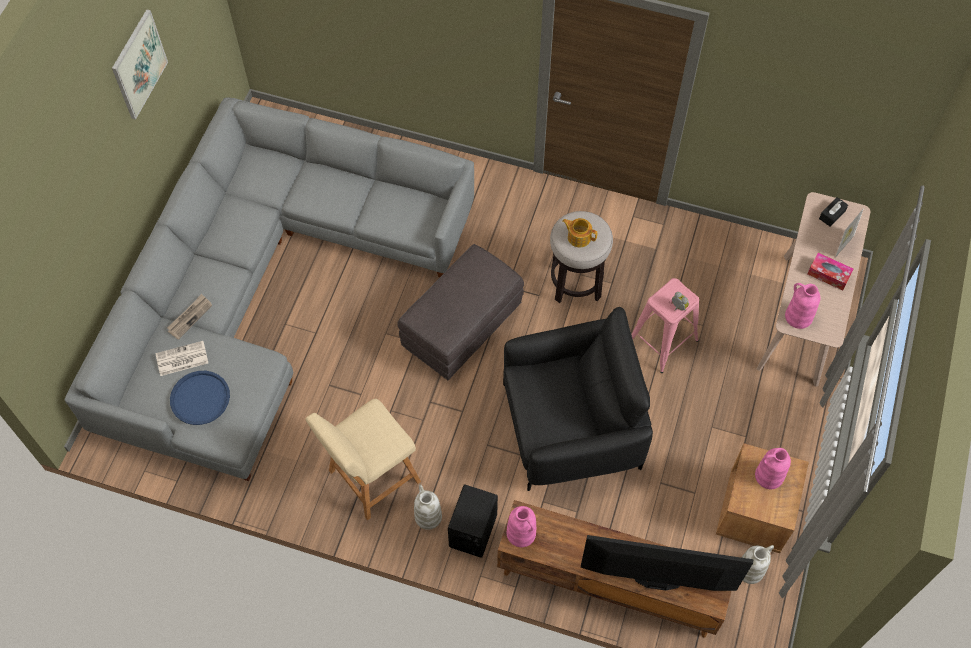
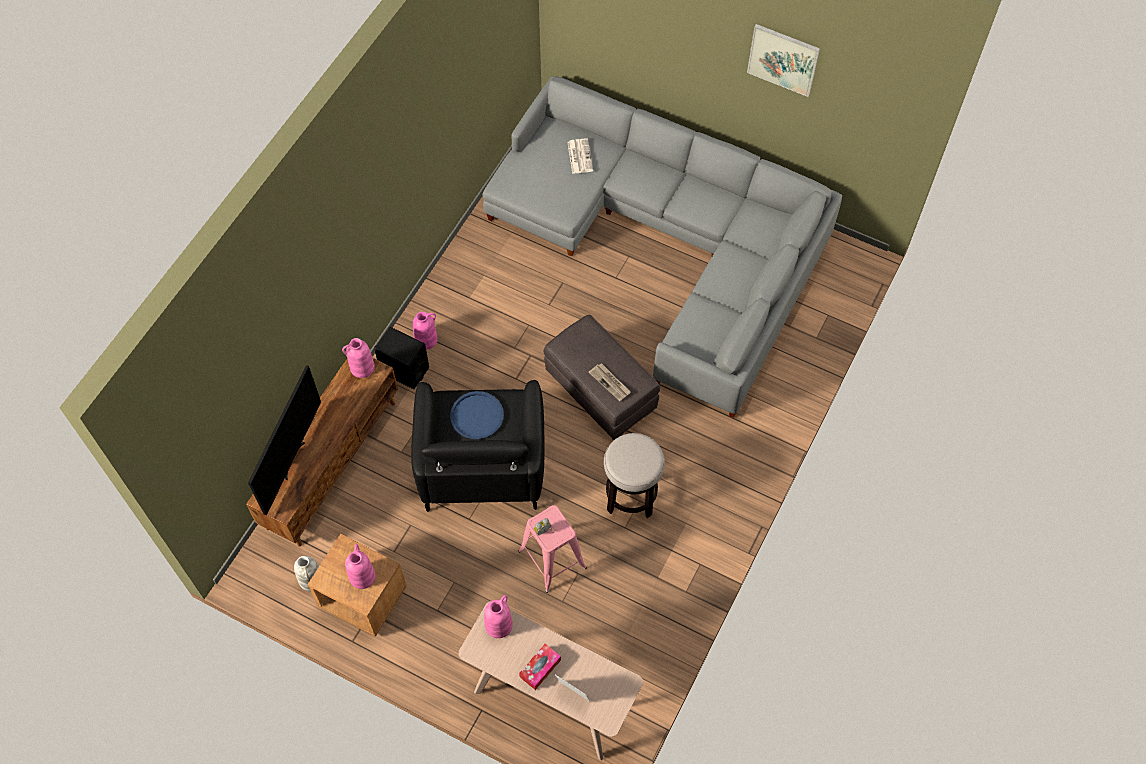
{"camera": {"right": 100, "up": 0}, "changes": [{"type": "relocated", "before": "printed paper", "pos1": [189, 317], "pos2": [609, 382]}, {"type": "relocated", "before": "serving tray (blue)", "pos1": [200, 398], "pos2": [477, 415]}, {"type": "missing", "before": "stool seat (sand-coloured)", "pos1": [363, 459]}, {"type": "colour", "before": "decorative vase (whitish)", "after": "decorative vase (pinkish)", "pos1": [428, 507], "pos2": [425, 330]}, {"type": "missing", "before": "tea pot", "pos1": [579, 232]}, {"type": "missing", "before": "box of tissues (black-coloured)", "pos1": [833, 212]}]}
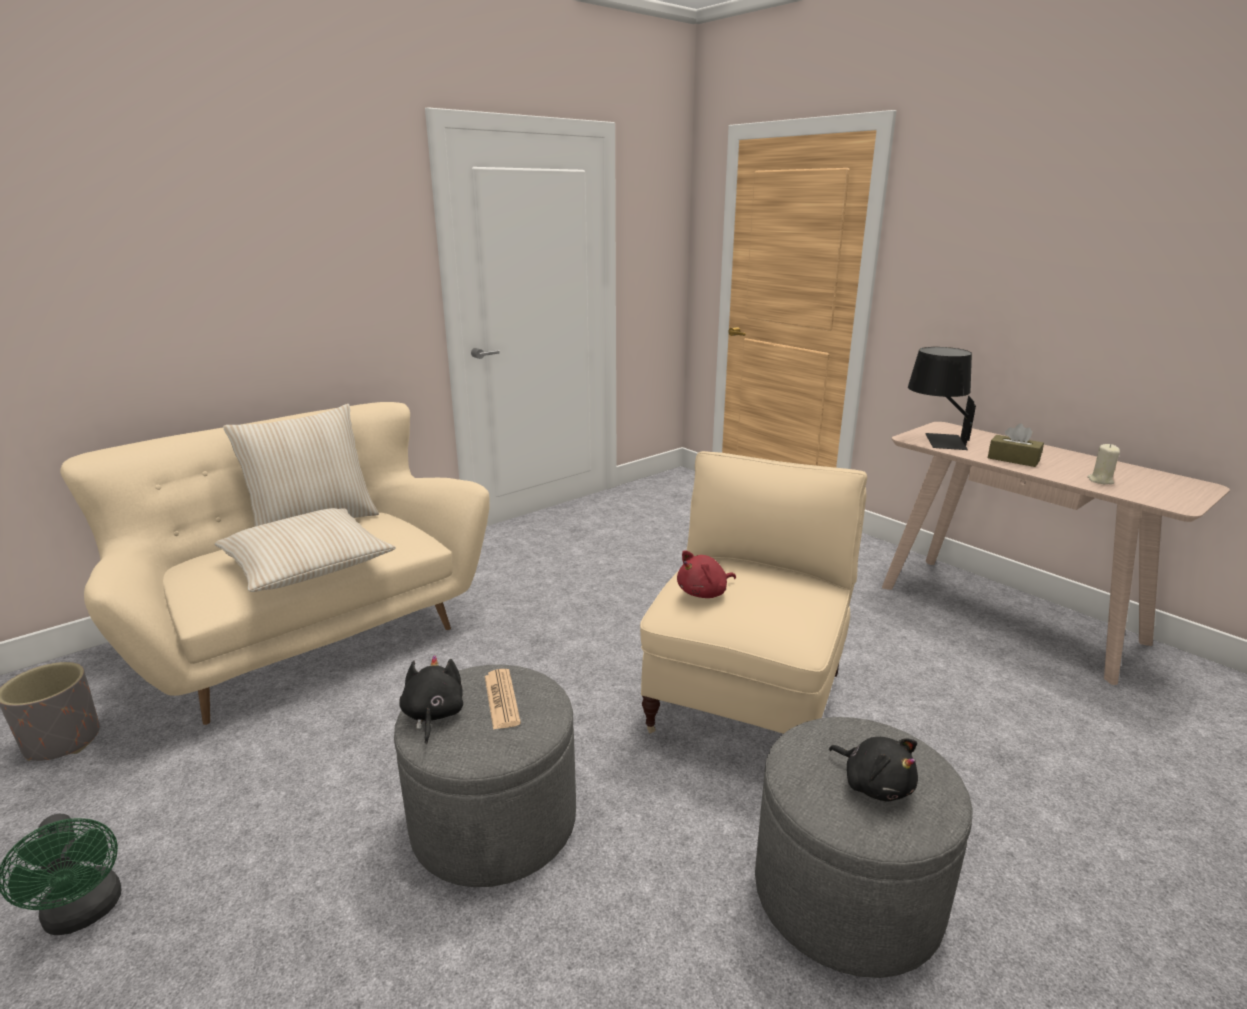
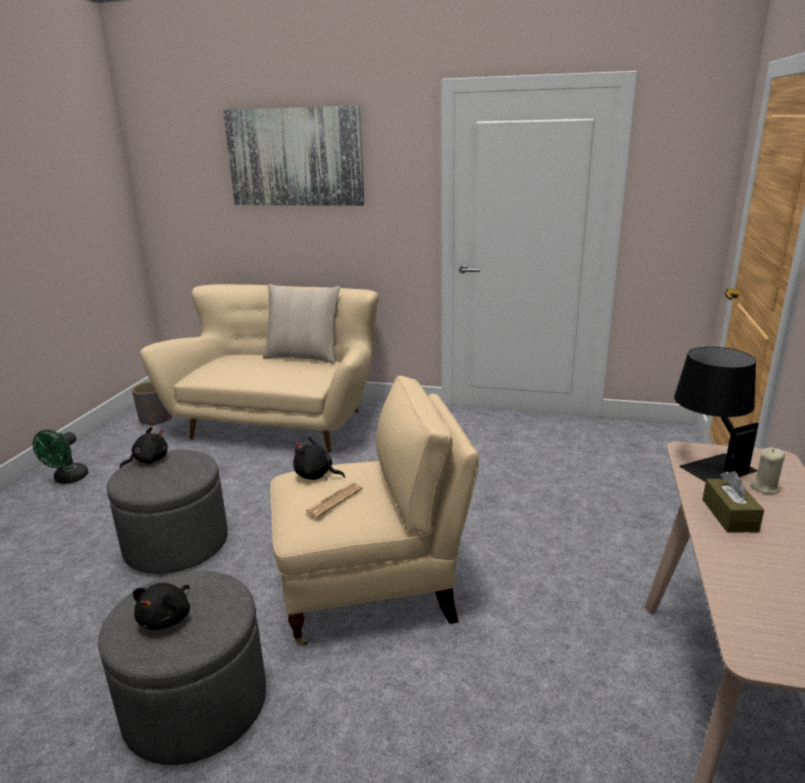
{"camera": {"right": 55, "up": 0}, "changes": [{"type": "missing", "before": "pillow (sand-coloured)", "pos1": [305, 550]}, {"type": "relocated", "before": "printed paper", "pos1": [503, 699], "pos2": [334, 500]}, {"type": "colour", "before": "soft toy (reddish)", "after": "soft toy (black-coloured)", "pos1": [706, 574], "pos2": [319, 458]}, {"type": "relocated", "before": "candle (sand-coloured)", "pos1": [1103, 464], "pos2": [767, 470]}, {"type": "appeared", "after": "wall picture", "pos2": [293, 156]}]}
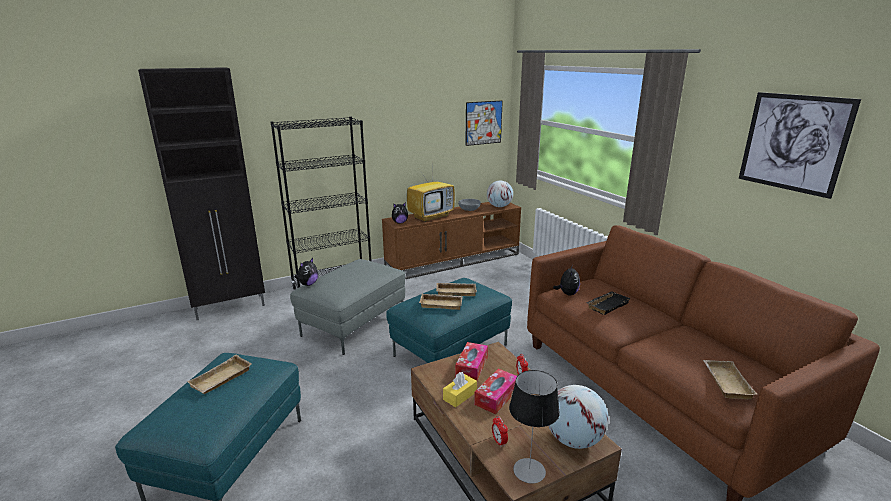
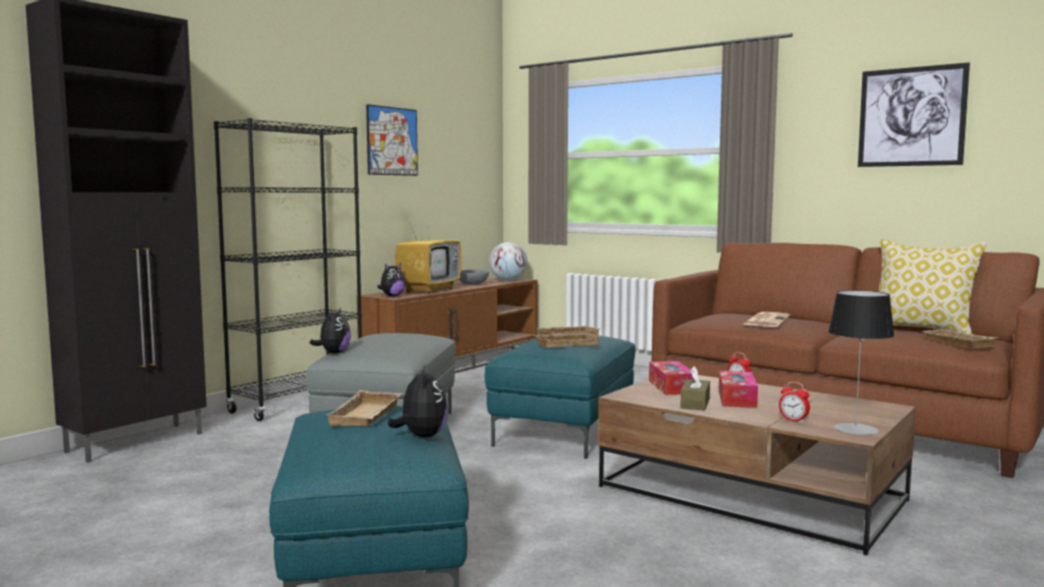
{"camera": {"right": -25, "up": -15}, "changes": [{"type": "colour", "before": "box of tissues (yellow-coloured)", "after": "box of tissues (brown-coloured)", "pos1": [460, 389], "pos2": [695, 388]}, {"type": "relocated", "before": "wall picture", "pos1": [484, 123], "pos2": [392, 140]}, {"type": "missing", "before": "world globe", "pos1": [579, 417]}, {"type": "relocated", "before": "soft toy", "pos1": [566, 279], "pos2": [418, 401]}, {"type": "exchanged", "before": "serving tray (black-coloured)", "after": "printed paper", "pos1": [609, 303], "pos2": [766, 319]}, {"type": "appeared", "after": "pillow", "pos2": [932, 286]}]}
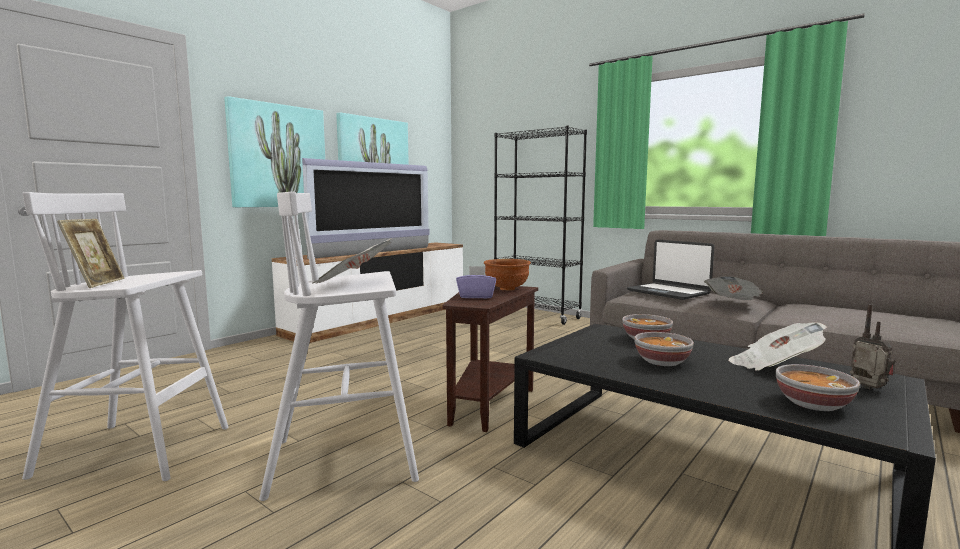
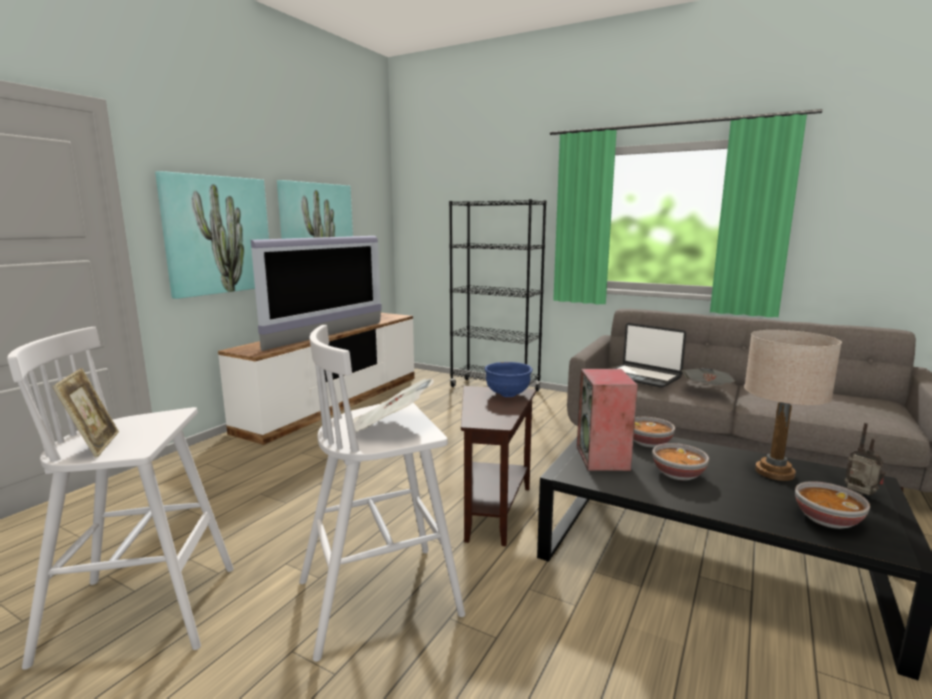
{"camera": {"right": -10, "up": 5}, "changes": [{"type": "missing", "before": "box of tissues (purple-coloured)", "pos1": [476, 282]}, {"type": "colour", "before": "serving bowl (brown-coloured)", "after": "serving bowl (blue)", "pos1": [507, 275], "pos2": [509, 379]}, {"type": "exchanged", "before": "printed paper", "after": "lamp for a table (sand-coloured)", "pos1": [778, 346], "pos2": [793, 405]}, {"type": "appeared", "after": "speaker", "pos2": [607, 420]}]}
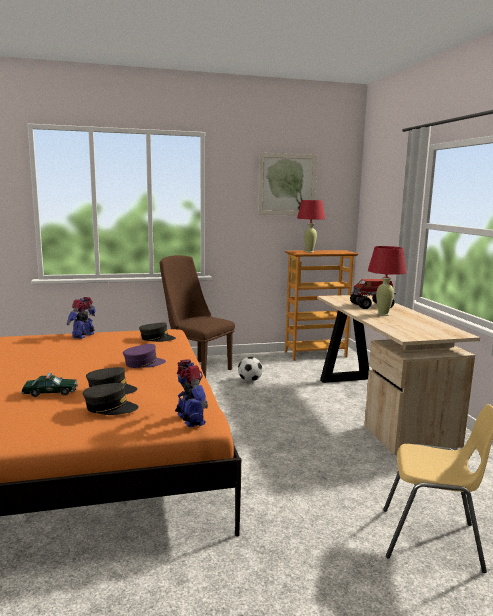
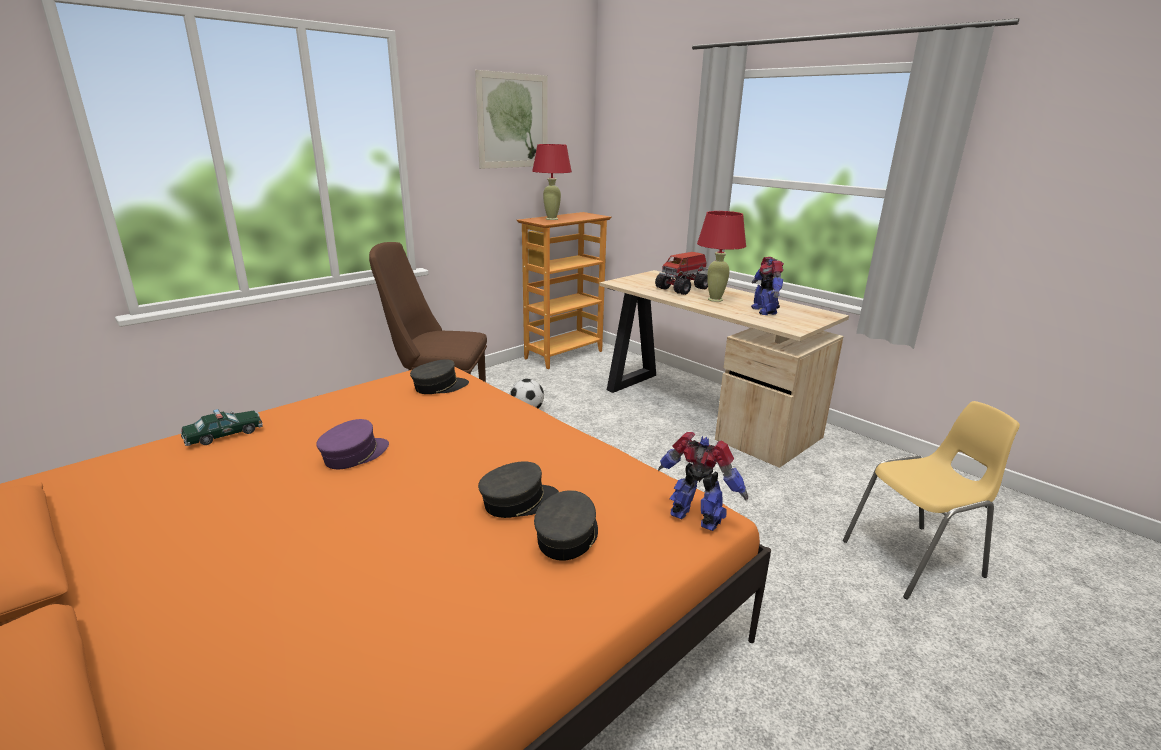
{"camera": {"right": -30, "up": 10}, "changes": [{"type": "relocated", "before": "model car", "pos1": [49, 385], "pos2": [222, 427]}, {"type": "relocated", "before": "robot figure", "pos1": [81, 318], "pos2": [767, 286]}, {"type": "spun", "before": "peaked cap (greyish)", "pos1": [111, 399], "pos2": [566, 525], "turn": -45}, {"type": "relocated", "before": "peaked cap (purple-coloured)", "pos1": [144, 356], "pos2": [352, 444]}]}
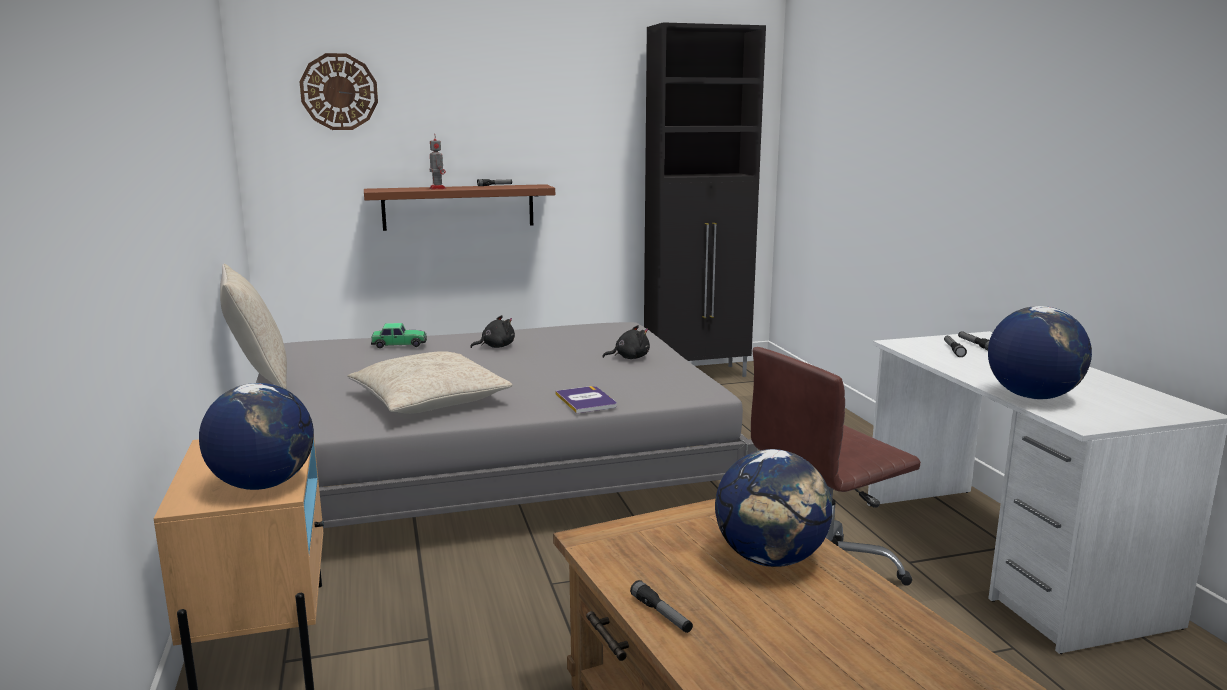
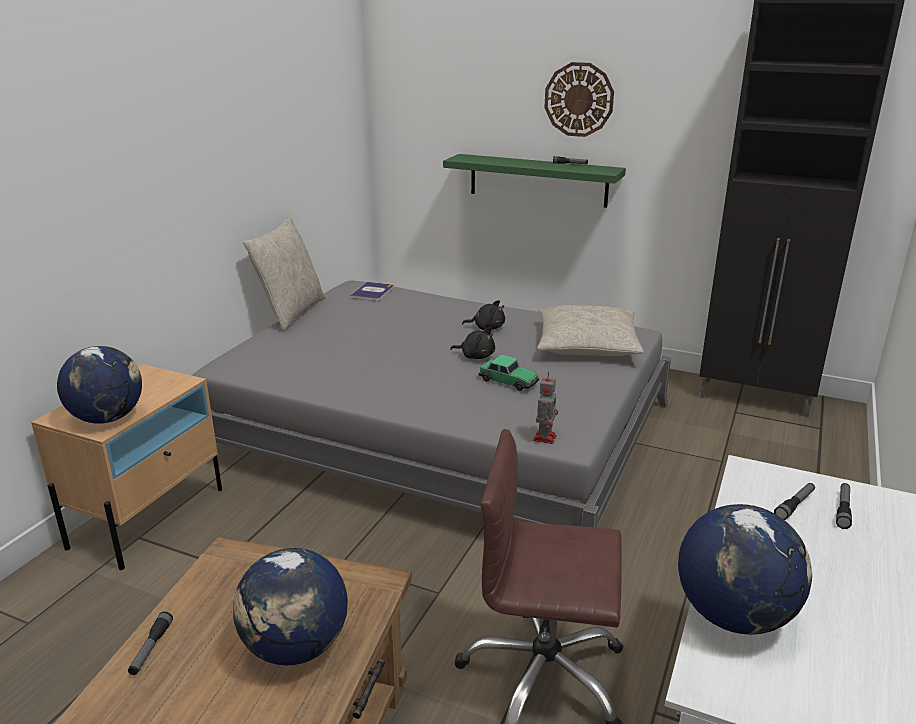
{"camera": {"right": 40, "up": 10}, "changes": [{"type": "relocated", "before": "hanging clock", "pos1": [338, 91], "pos2": [579, 99]}, {"type": "relocated", "before": "pillow (sand-coloured)", "pos1": [430, 382], "pos2": [590, 330]}, {"type": "colour", "before": "shelf (brown-coloured)", "after": "shelf (greenish)", "pos1": [459, 207], "pos2": [534, 181]}, {"type": "relocated", "before": "model car", "pos1": [399, 335], "pos2": [509, 373]}, {"type": "relocated", "before": "robot figure", "pos1": [437, 162], "pos2": [545, 408]}, {"type": "relocated", "before": "bound book", "pos1": [586, 399], "pos2": [371, 291]}, {"type": "relocated", "before": "soft toy (black-coloured)", "pos1": [626, 342], "pos2": [472, 343]}]}
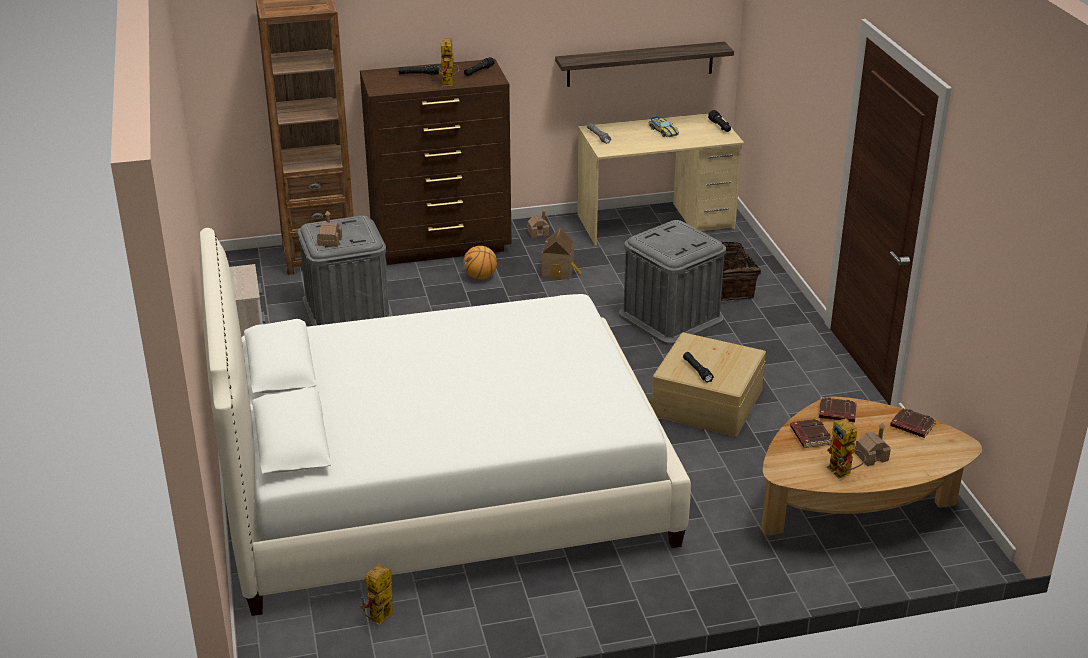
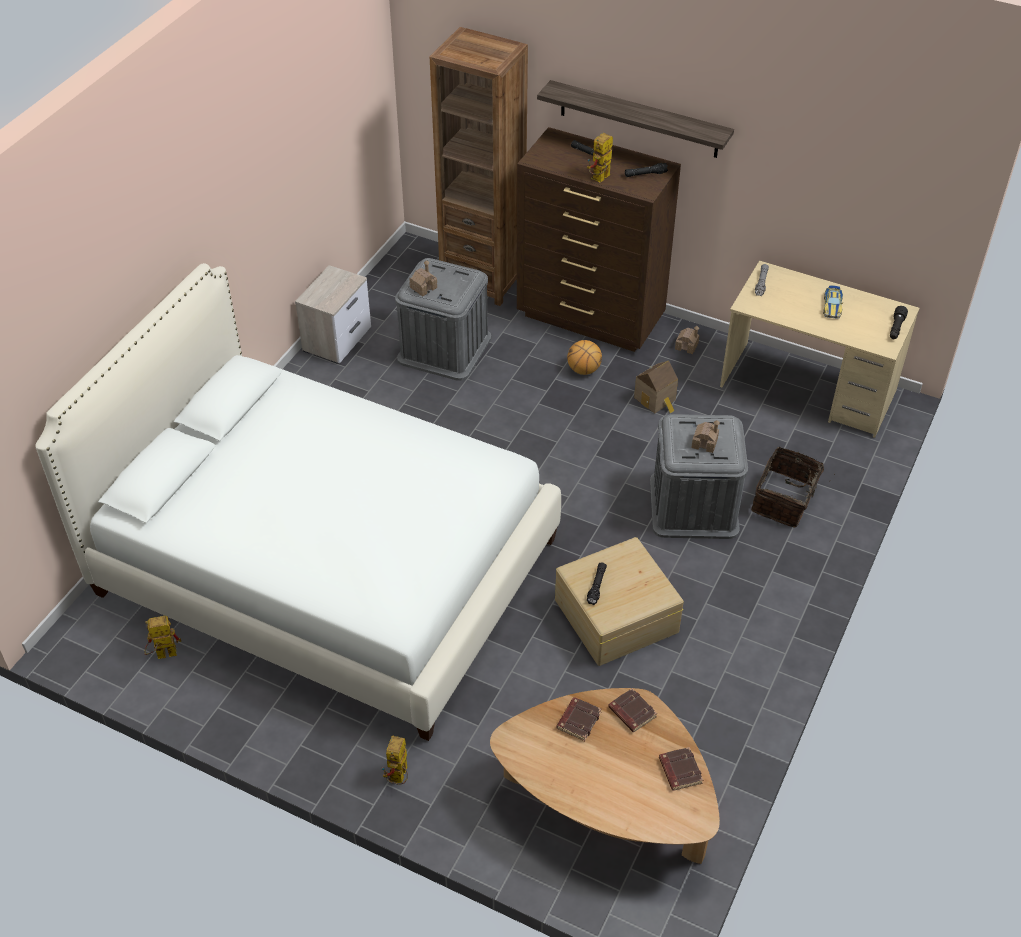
{"camera": {"right": 40, "up": 15}, "changes": [{"type": "relocated", "before": "shelf", "pos1": [644, 64], "pos2": [635, 119]}, {"type": "relocated", "before": "robot figure", "pos1": [846, 448], "pos2": [395, 760]}, {"type": "relocated", "before": "toy house", "pos1": [872, 444], "pos2": [705, 436]}]}
